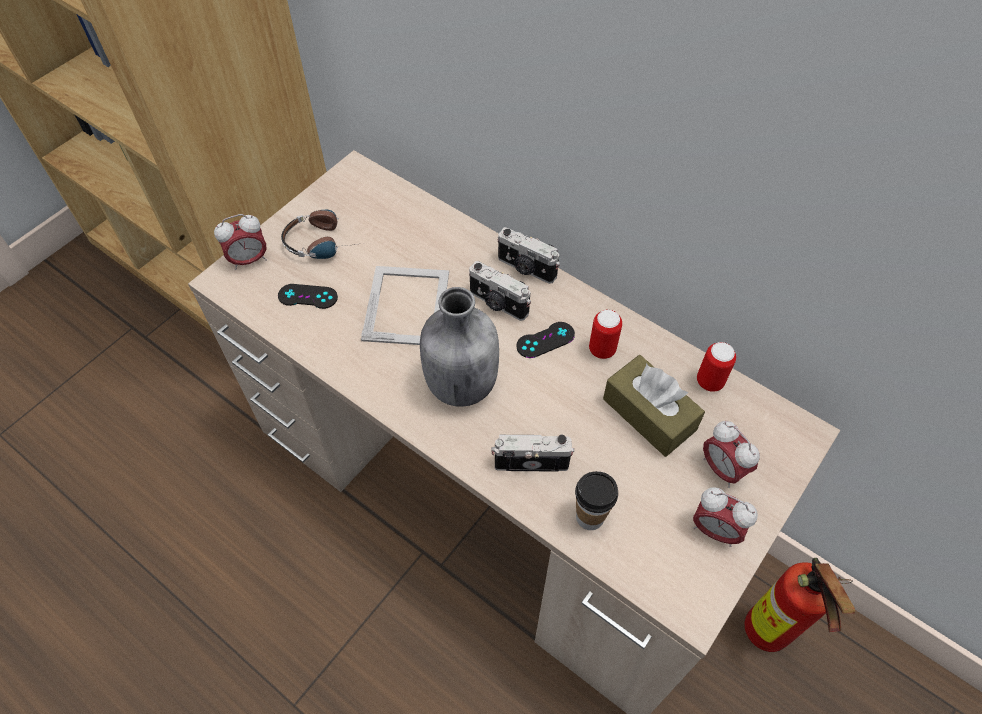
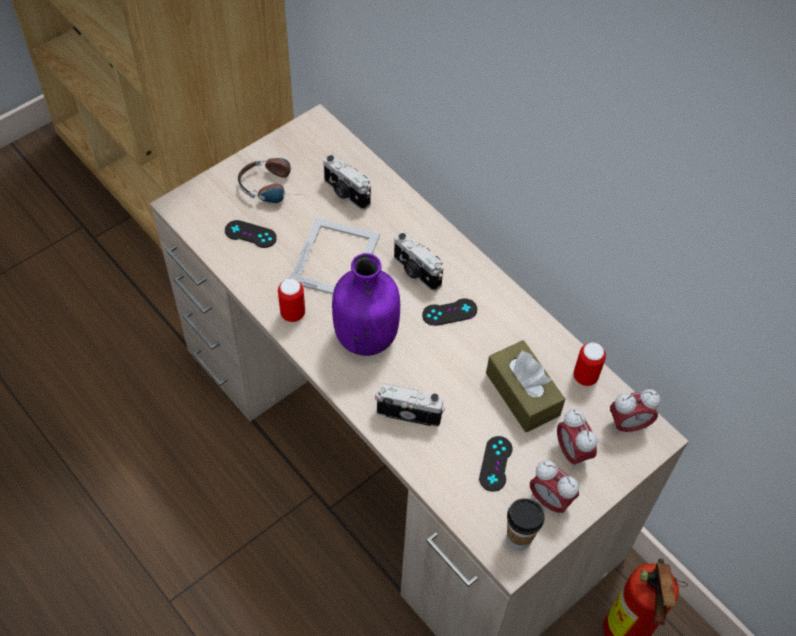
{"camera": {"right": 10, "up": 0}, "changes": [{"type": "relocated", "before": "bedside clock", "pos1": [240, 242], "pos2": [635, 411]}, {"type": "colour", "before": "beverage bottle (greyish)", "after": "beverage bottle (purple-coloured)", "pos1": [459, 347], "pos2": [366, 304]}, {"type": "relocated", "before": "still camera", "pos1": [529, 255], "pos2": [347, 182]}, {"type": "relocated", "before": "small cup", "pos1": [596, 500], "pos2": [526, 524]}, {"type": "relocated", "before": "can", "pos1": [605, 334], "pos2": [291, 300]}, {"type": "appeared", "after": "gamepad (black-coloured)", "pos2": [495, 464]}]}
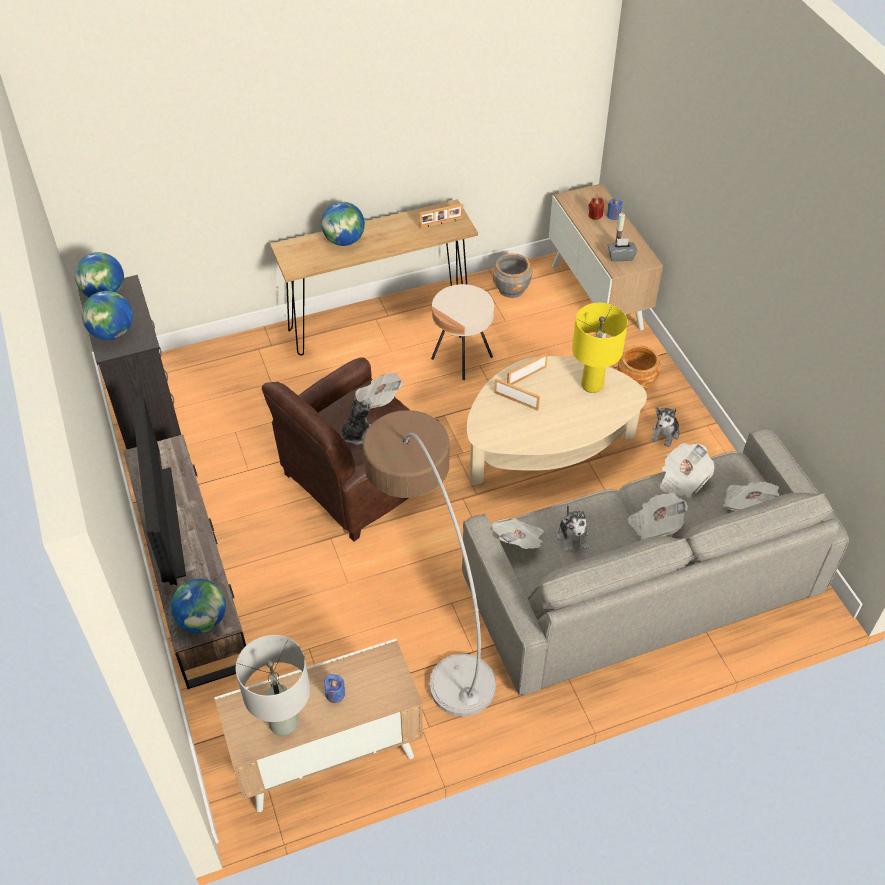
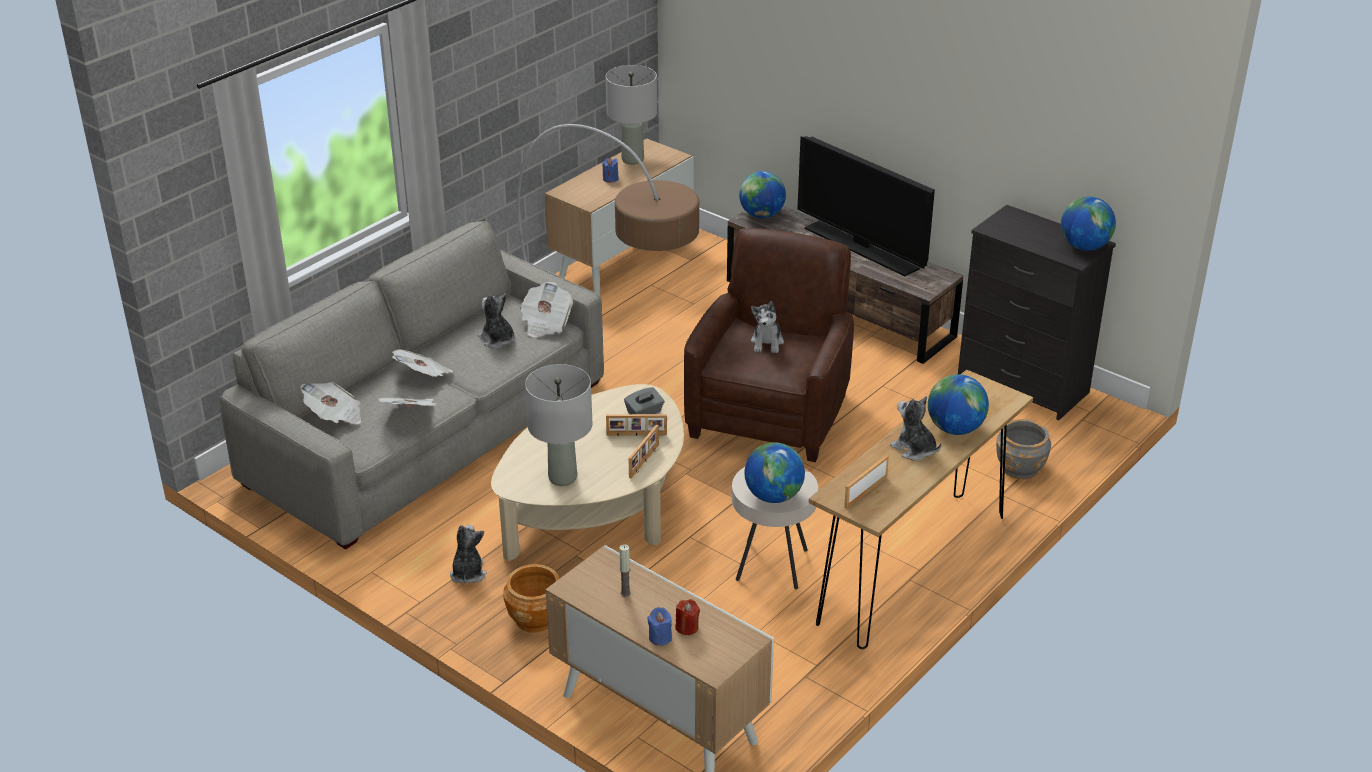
{"camera": {"right": 150, "up": -15}, "changes": [{"type": "relocated", "before": "world globe", "pos1": [107, 315], "pos2": [775, 472]}, {"type": "missing", "before": "printed paper", "pos1": [378, 391]}, {"type": "relocated", "before": "plant pot (greyish)", "pos1": [512, 275], "pos2": [1023, 449]}, {"type": "colour", "before": "lamp for a table (yellow-coloured)", "after": "lamp for a table (greyish)", "pos1": [600, 348], "pos2": [558, 425]}, {"type": "relocated", "before": "box of tissues (greyish)", "pos1": [622, 250], "pos2": [644, 400]}, {"type": "appeared", "after": "soft toy", "pos2": [916, 428]}]}
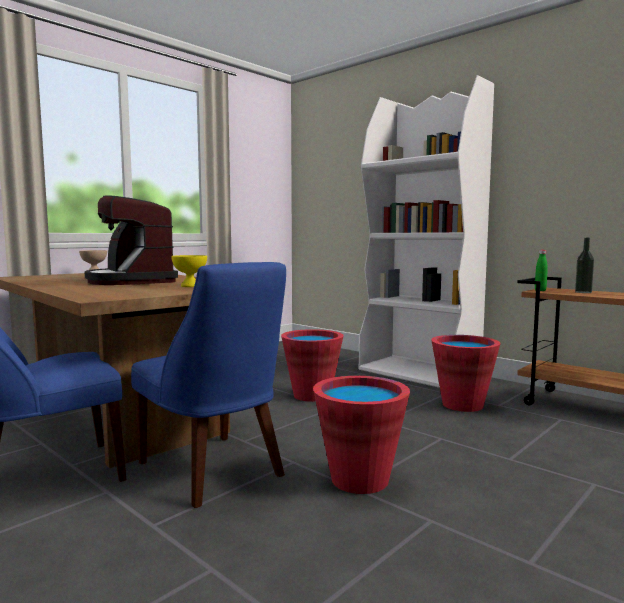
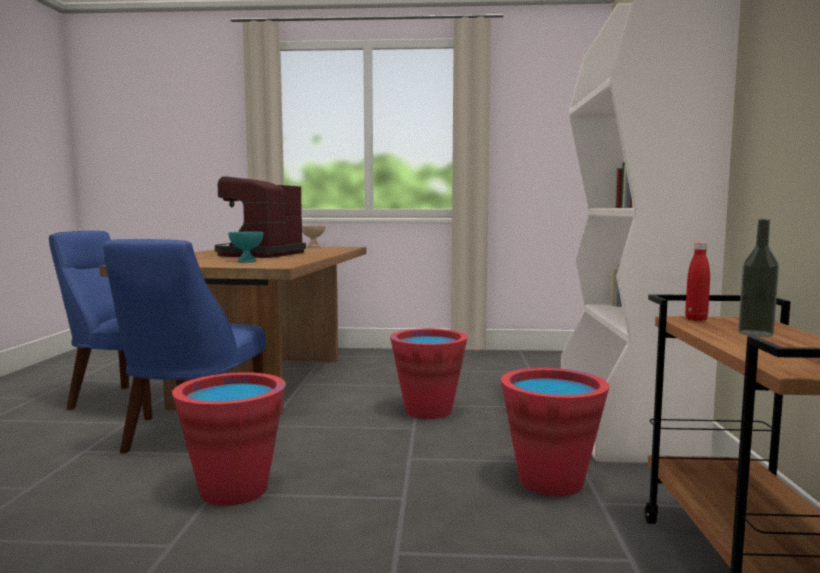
{"camera": {"right": 50, "up": 0}, "changes": [{"type": "colour", "before": "serving bowl (yellow-coloured)", "after": "serving bowl (turquoise)", "pos1": [189, 271], "pos2": [245, 247]}, {"type": "colour", "before": "beverage bottle (greenish)", "after": "beverage bottle (reddish)", "pos1": [541, 270], "pos2": [697, 281]}]}
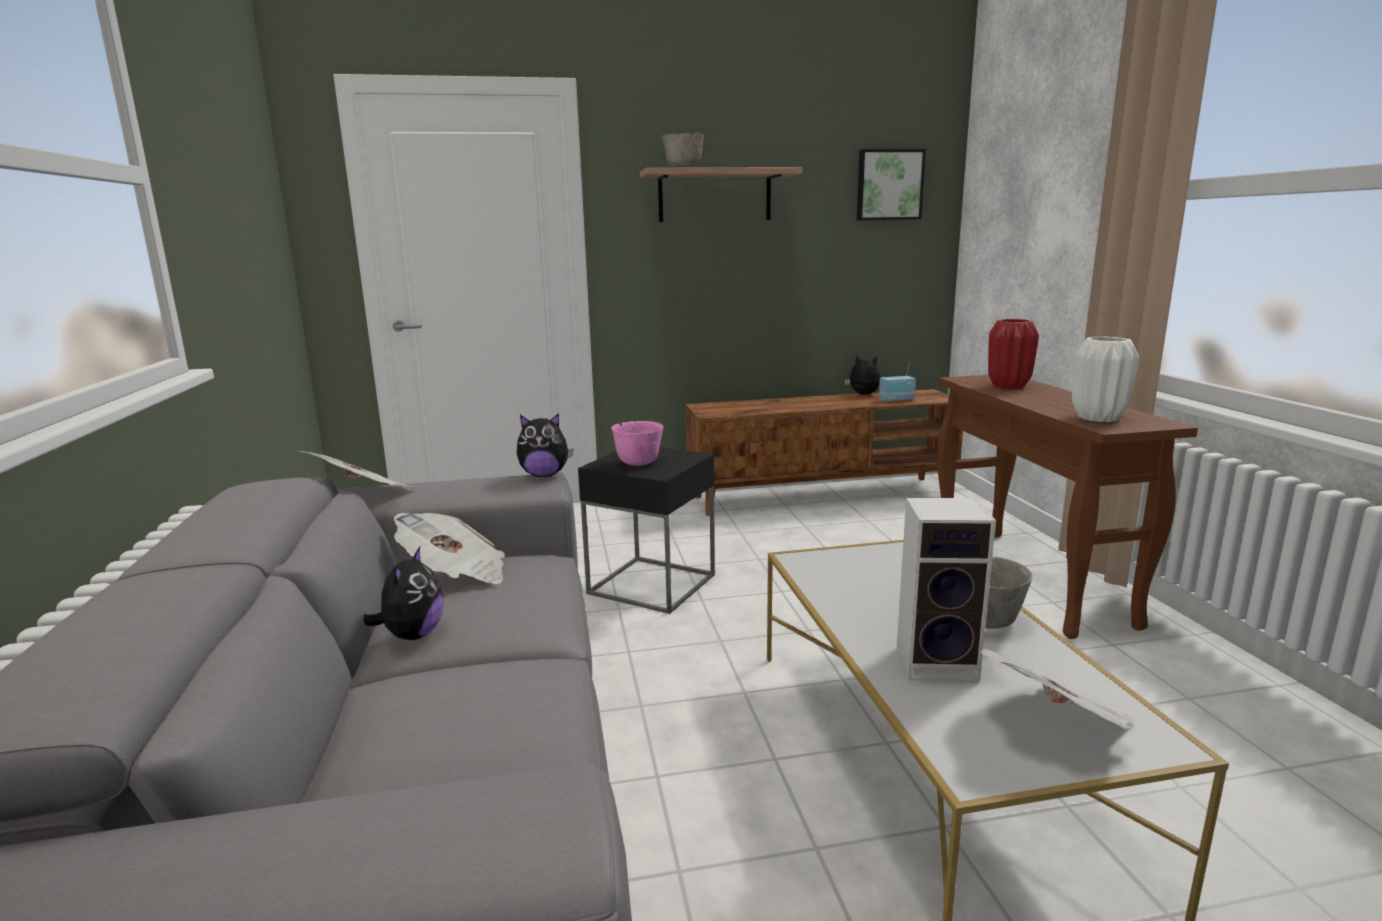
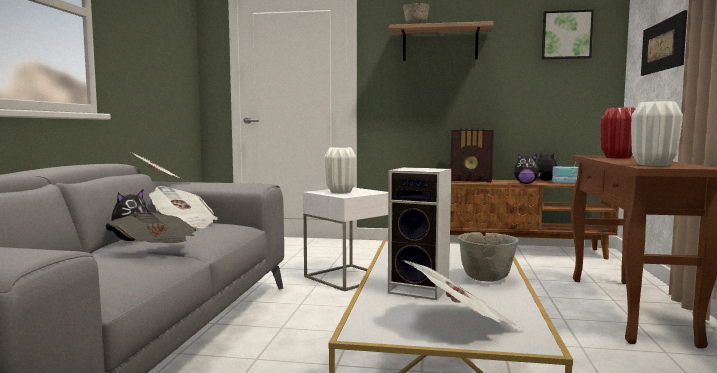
{"camera": {"right": 20, "up": -10}, "changes": [{"type": "relocated", "before": "soft toy", "pos1": [545, 445], "pos2": [527, 169]}, {"type": "colour", "before": "accent table (black-coloured)", "after": "accent table (whitish)", "pos1": [646, 530], "pos2": [345, 239]}, {"type": "exchanged", "before": "serving bowl (pinkish)", "after": "decorative vase (whitish)", "pos1": [637, 443], "pos2": [341, 170]}, {"type": "appeared", "after": "printed paper", "pos2": [152, 227]}, {"type": "appeared", "after": "radio set", "pos2": [472, 156]}, {"type": "appeared", "after": "wall picture", "pos2": [664, 43]}]}
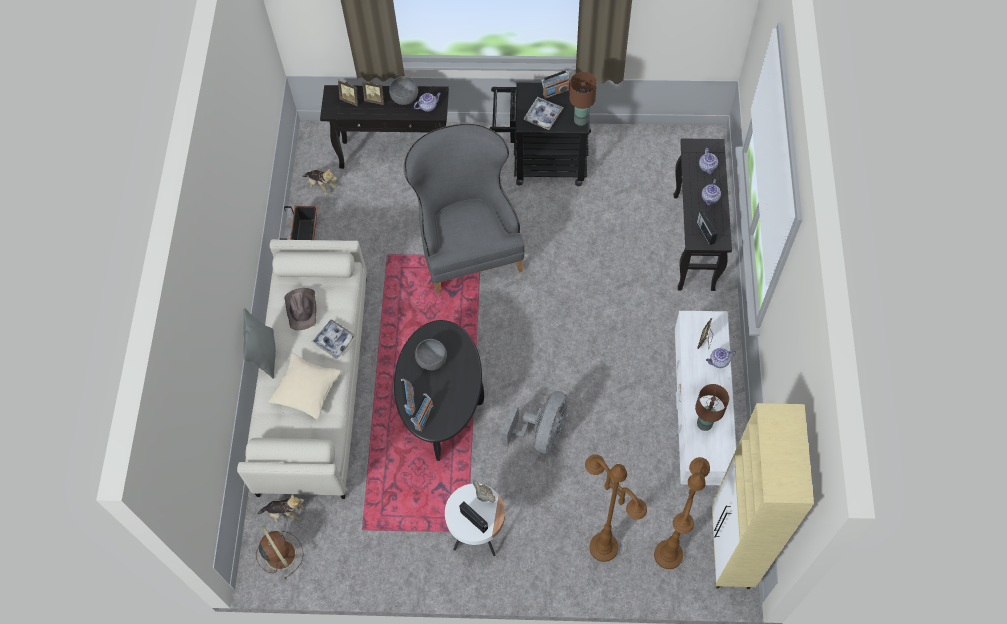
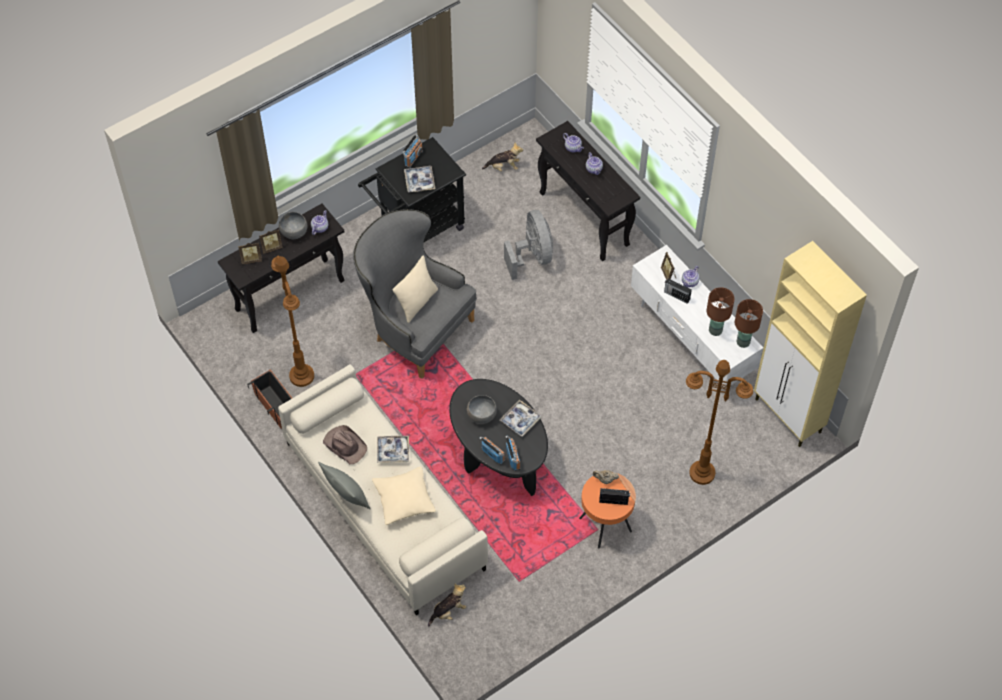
{"camera": {"right": -40, "up": -5}, "changes": [{"type": "missing", "before": "electric fan (brown-coloured)", "pos1": [280, 552]}, {"type": "relocated", "before": "soft toy", "pos1": [319, 181], "pos2": [502, 157]}, {"type": "colour", "before": "accent table (whitish)", "after": "accent table (orange)", "pos1": [475, 520], "pos2": [607, 510]}, {"type": "relocated", "before": "electric fan (greyish)", "pos1": [534, 422], "pos2": [528, 245]}, {"type": "relocated", "before": "lamp for a table (brown-coloured)", "pos1": [583, 99], "pos2": [749, 323]}, {"type": "relocated", "before": "floor lamp (brown-coloured)", "pos1": [682, 513], "pos2": [292, 321]}, {"type": "relocated", "before": "radio set", "pos1": [707, 227], "pos2": [678, 291]}, {"type": "appeared", "after": "pillow (sand-coloured)", "pos2": [415, 289]}, {"type": "appeared", "after": "serving tray", "pos2": [520, 418]}]}
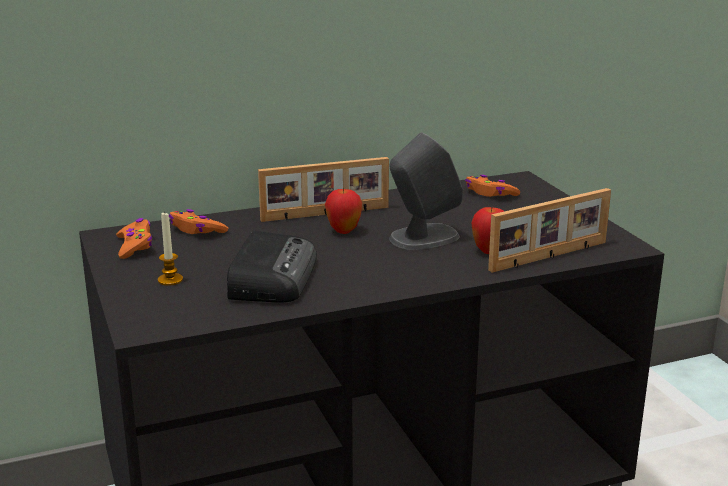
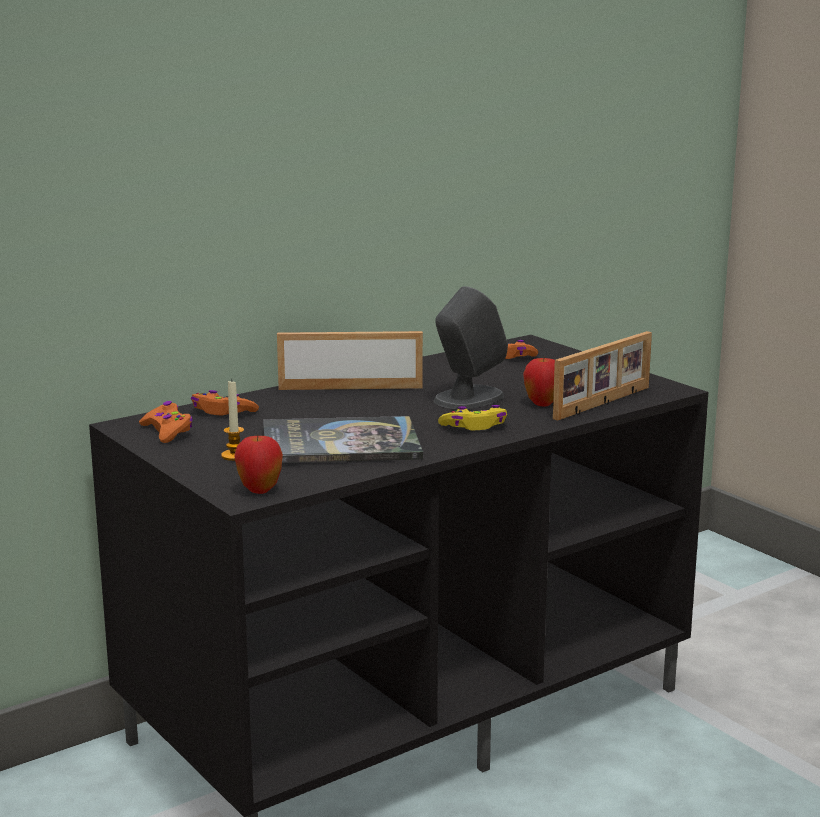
{"camera": {"right": -15, "up": -5}, "changes": [{"type": "exchanged", "before": "radio set", "after": "bound book", "pos1": [272, 266], "pos2": [343, 439]}, {"type": "spun", "before": "standing frame", "pos1": [323, 189], "pos2": [350, 360], "turn": -150}, {"type": "relocated", "before": "whole apple", "pos1": [343, 210], "pos2": [258, 464]}, {"type": "appeared", "after": "gamepad (yellow-coloured)", "pos2": [472, 417]}]}
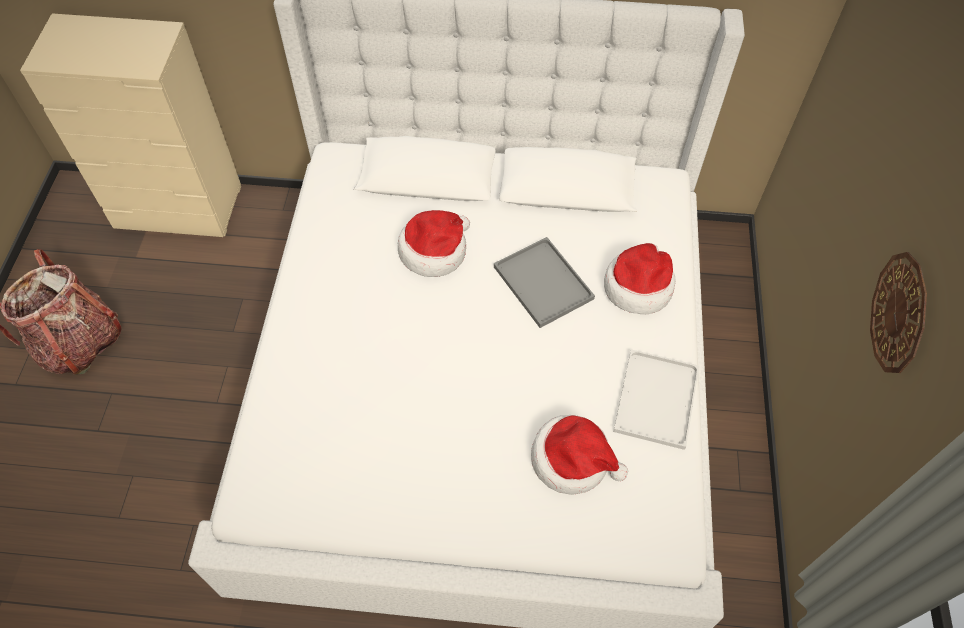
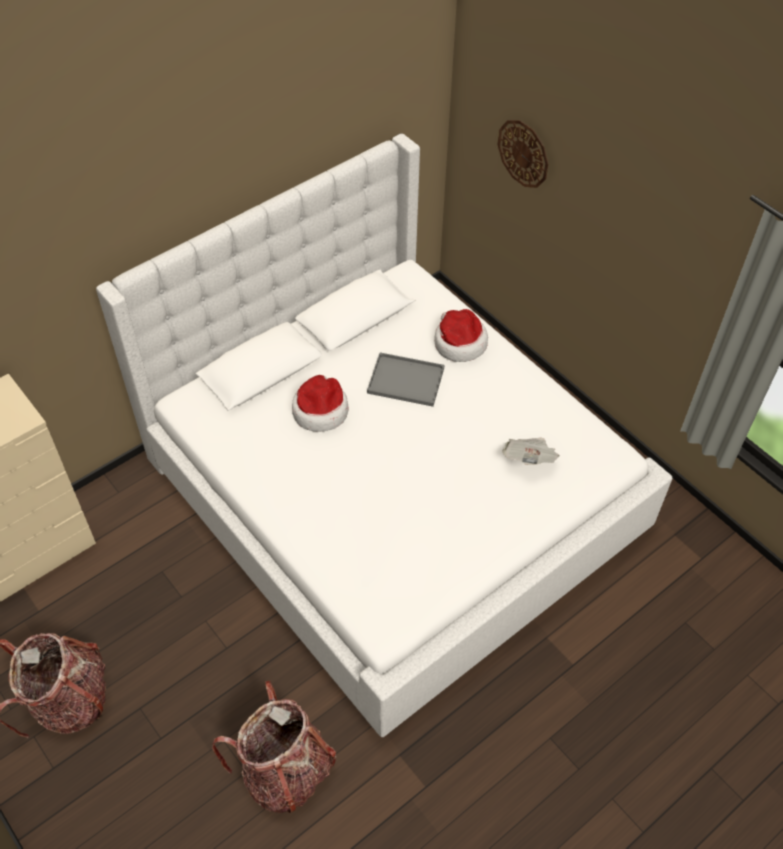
{"camera": {"right": -45, "up": -5}, "changes": [{"type": "exchanged", "before": "wearable hat", "after": "printed paper", "pos1": [579, 455], "pos2": [531, 451]}, {"type": "missing", "before": "serving tray (whitish)", "pos1": [656, 399]}, {"type": "relocated", "before": "hanging clock", "pos1": [898, 312], "pos2": [523, 154]}, {"type": "appeared", "after": "knapsack", "pos2": [274, 747]}]}
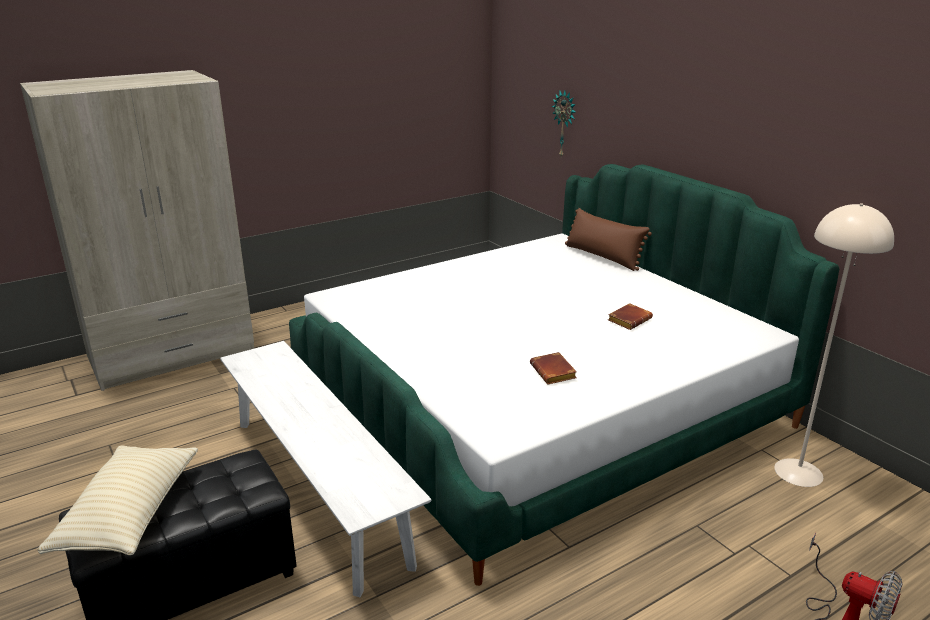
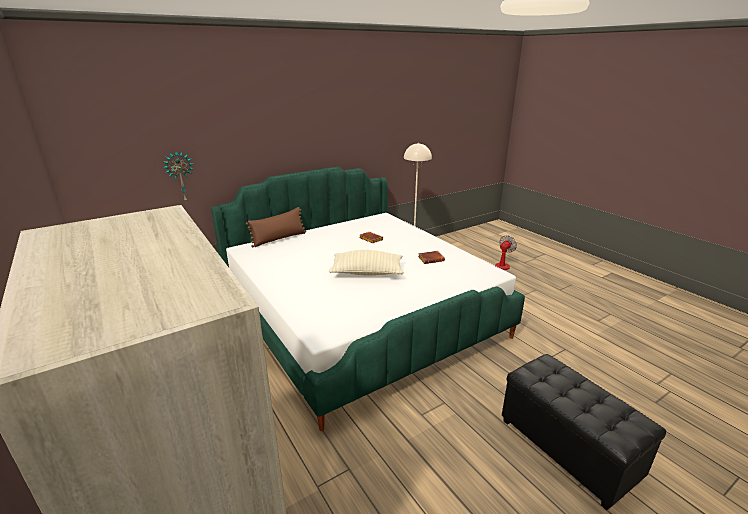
{"camera": {"right": -90, "up": 0}, "changes": [{"type": "relocated", "before": "pillow (sand-coloured)", "pos1": [117, 500], "pos2": [366, 262]}, {"type": "missing", "before": "long seat (whitish)", "pos1": [326, 469]}]}
